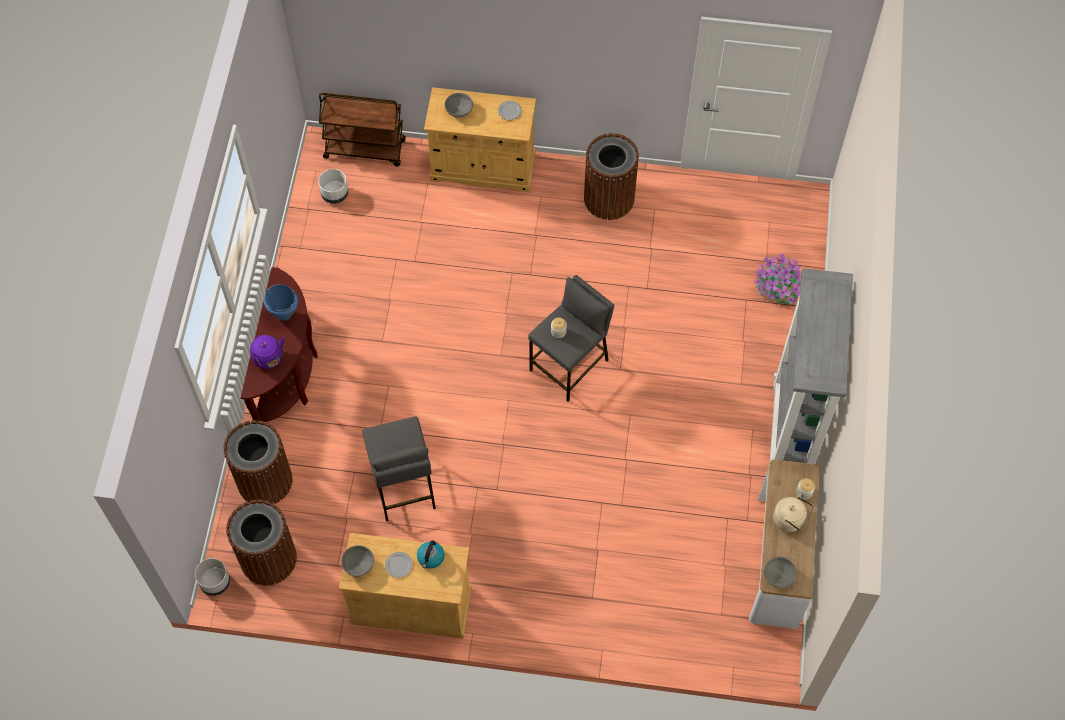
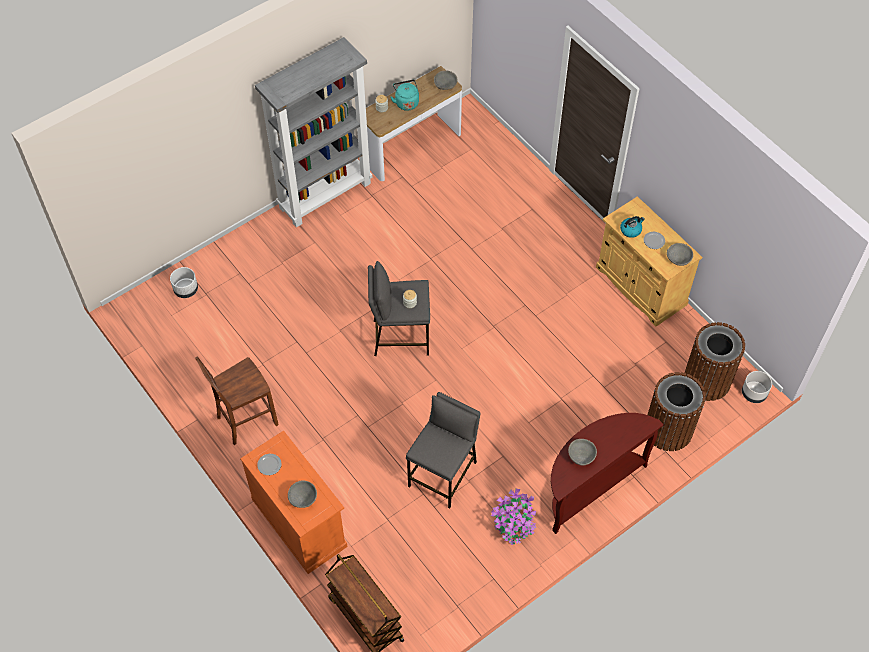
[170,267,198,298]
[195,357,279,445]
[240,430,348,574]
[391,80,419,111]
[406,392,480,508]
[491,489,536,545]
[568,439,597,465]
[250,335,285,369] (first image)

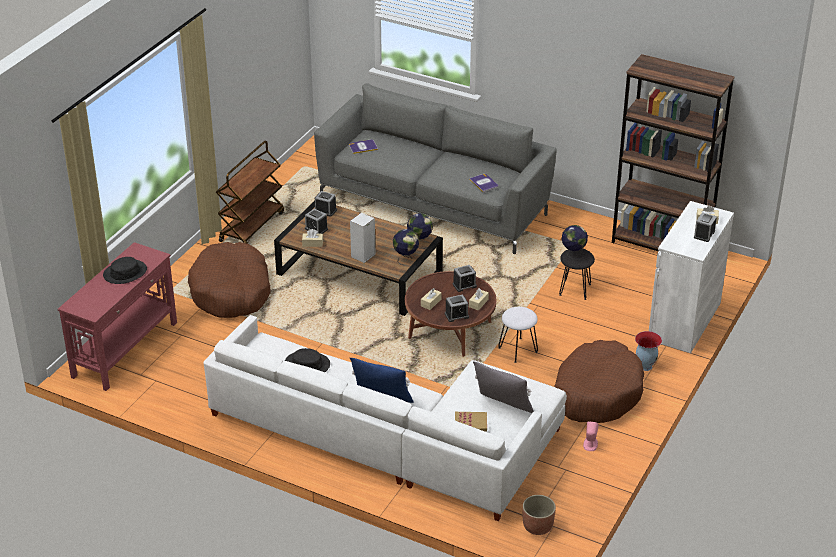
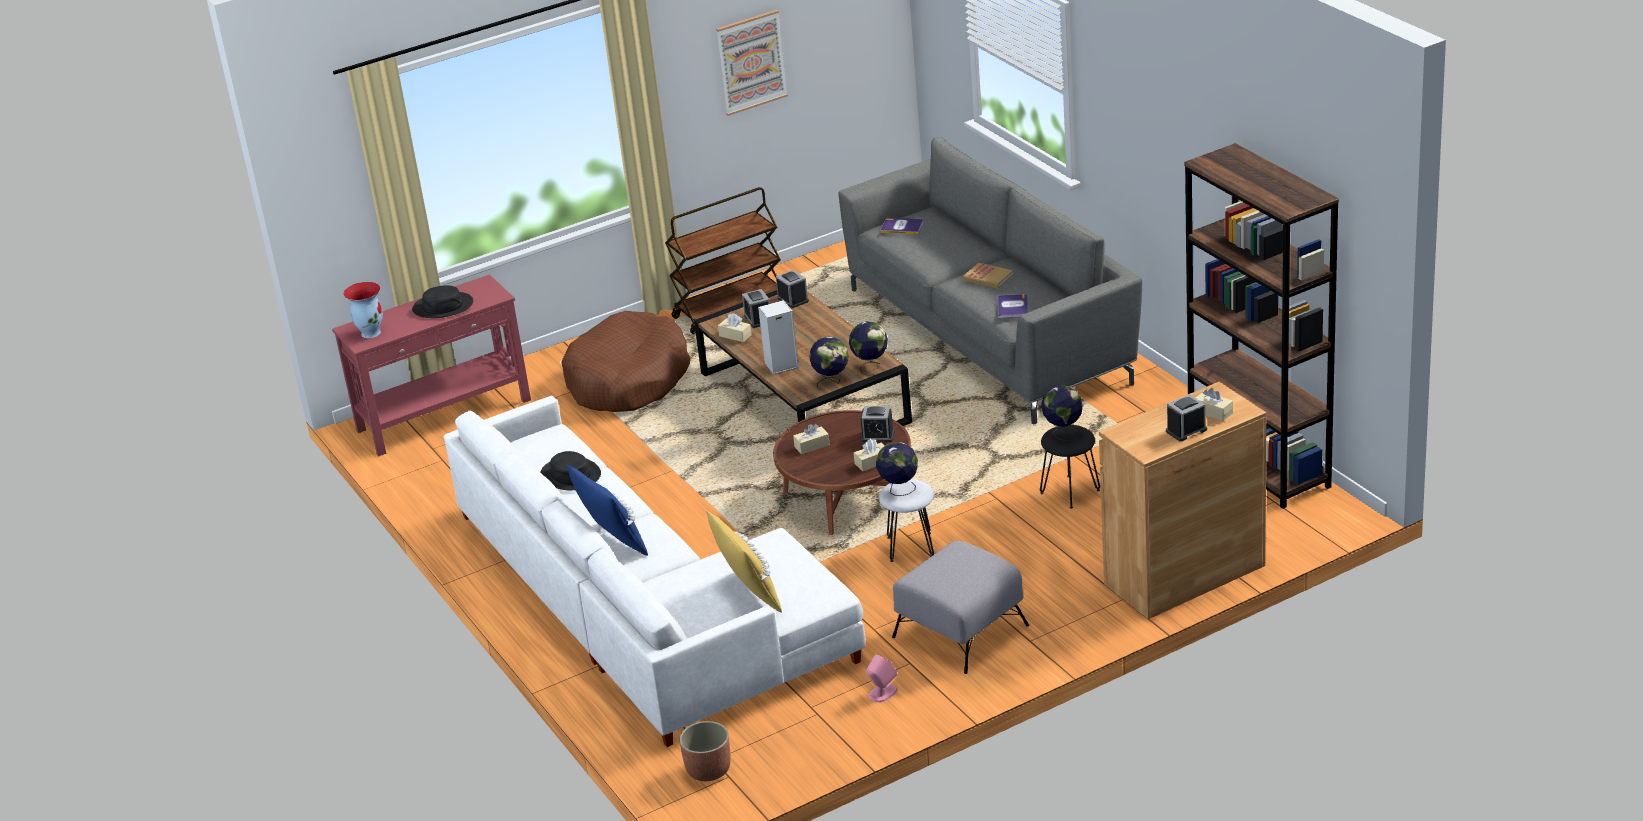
[343,282,383,338]
[705,510,782,613]
[716,10,788,116]
[876,442,918,496]
[892,541,1029,674]
[963,263,1013,289]
[1099,382,1266,619]
[445,295,469,322] (first image)

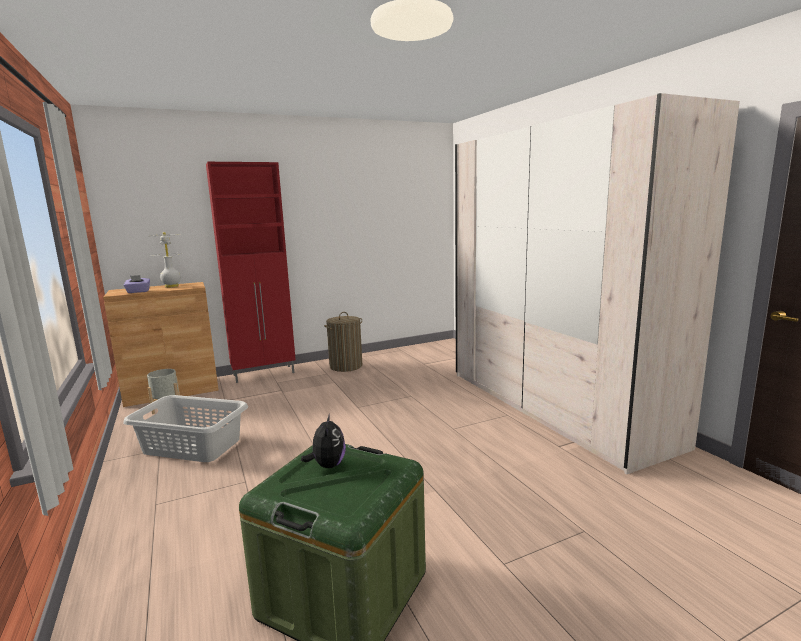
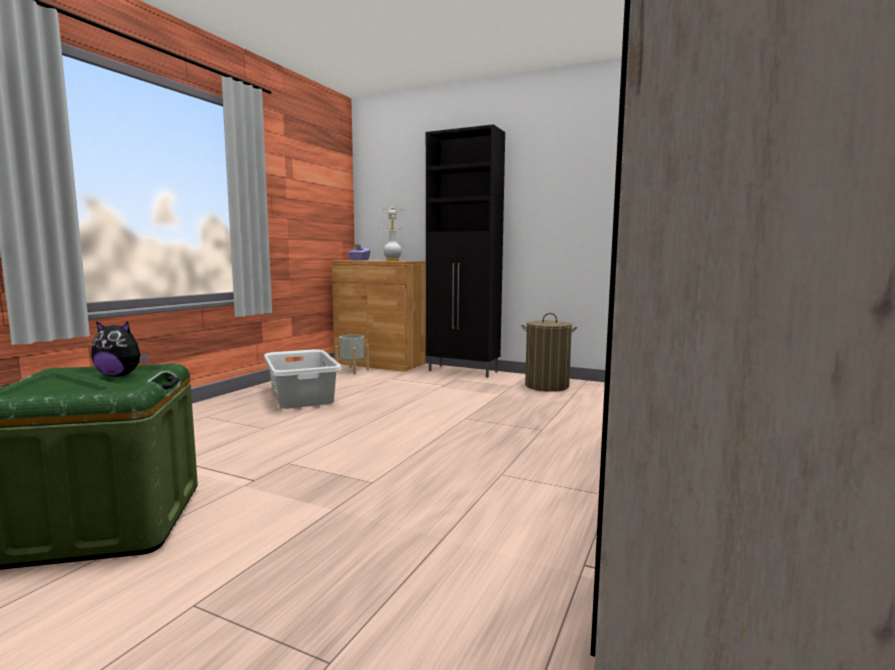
[91,321,149,376]
[426,124,505,377]

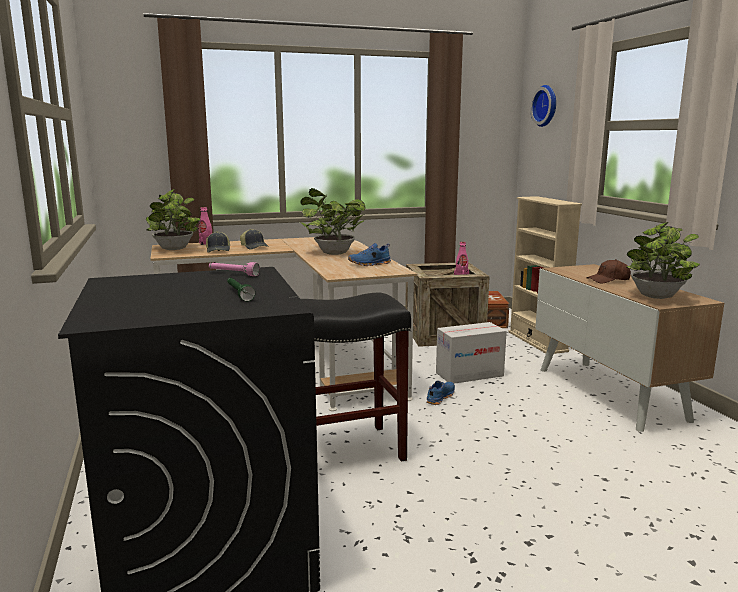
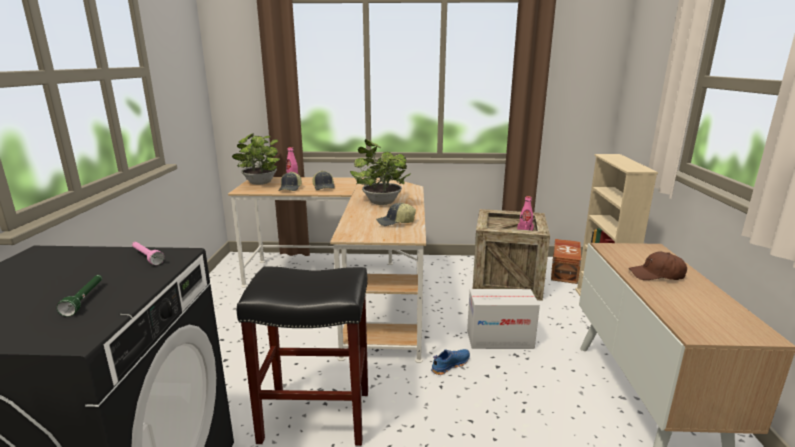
[376,202,416,226]
[530,85,556,127] (first image)
[627,222,700,299] (first image)

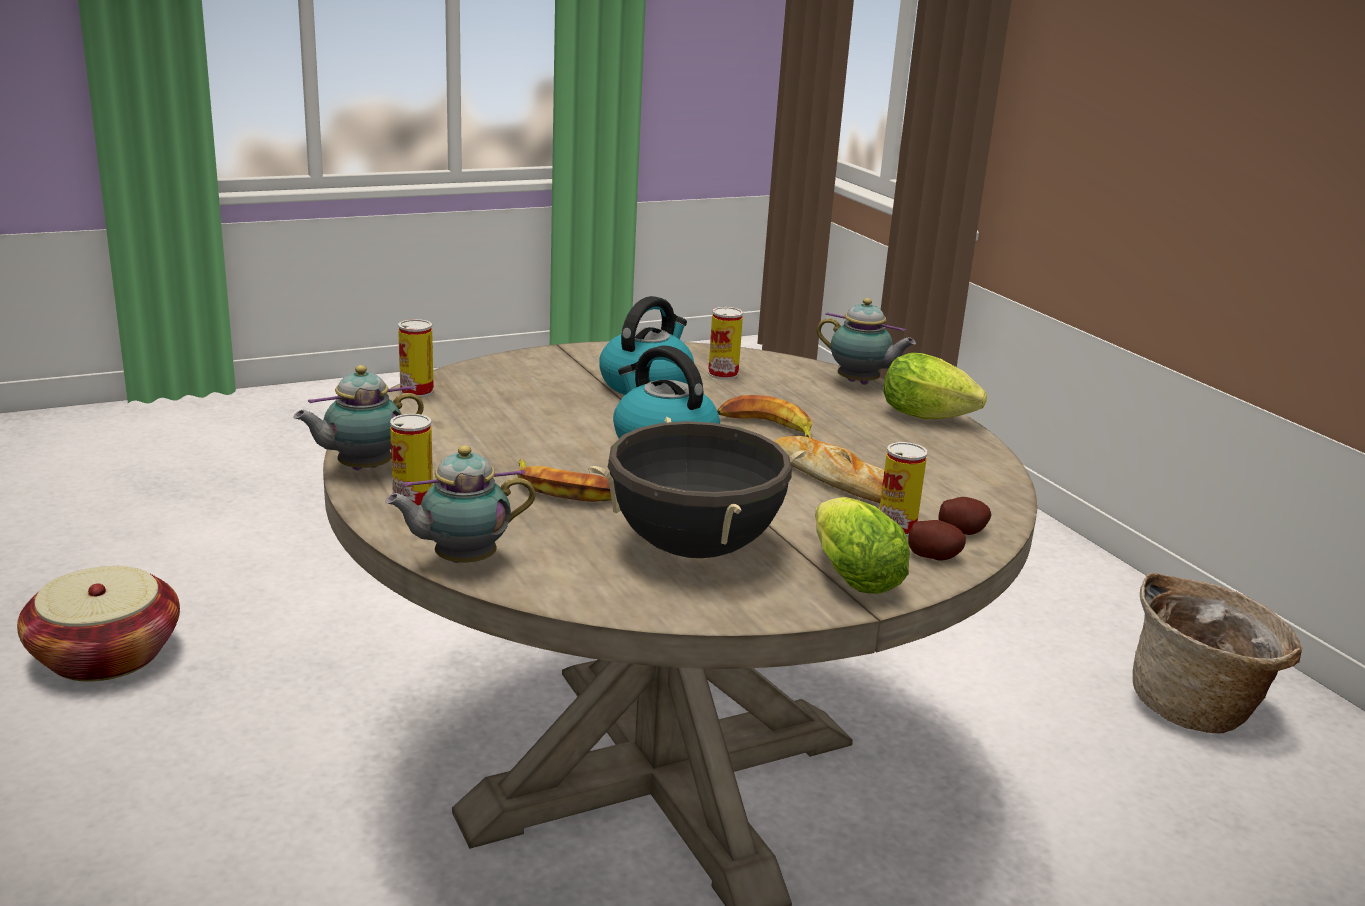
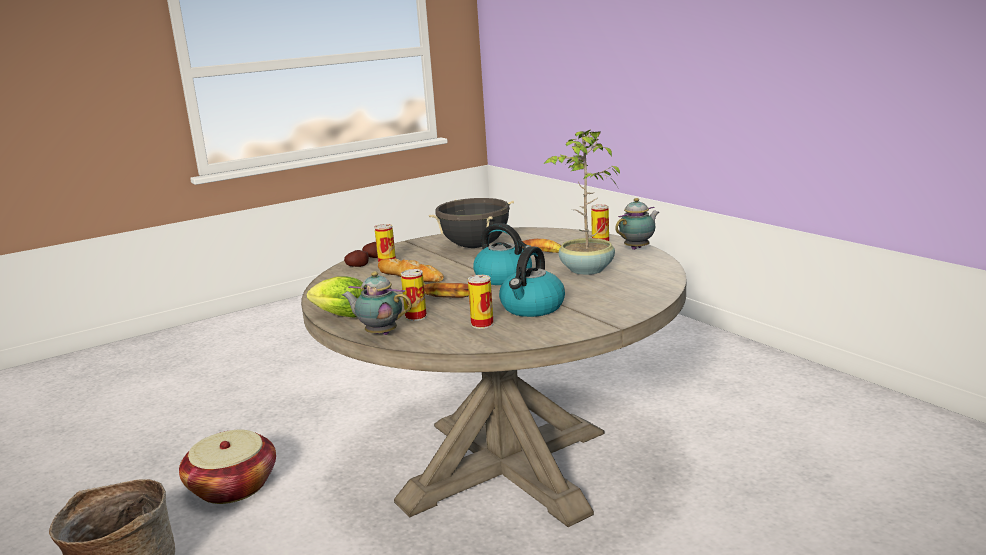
[179,430,276,504]
[401,269,427,321]
[544,129,620,275]
[385,446,536,563] (first image)
[815,497,910,594] (first image)

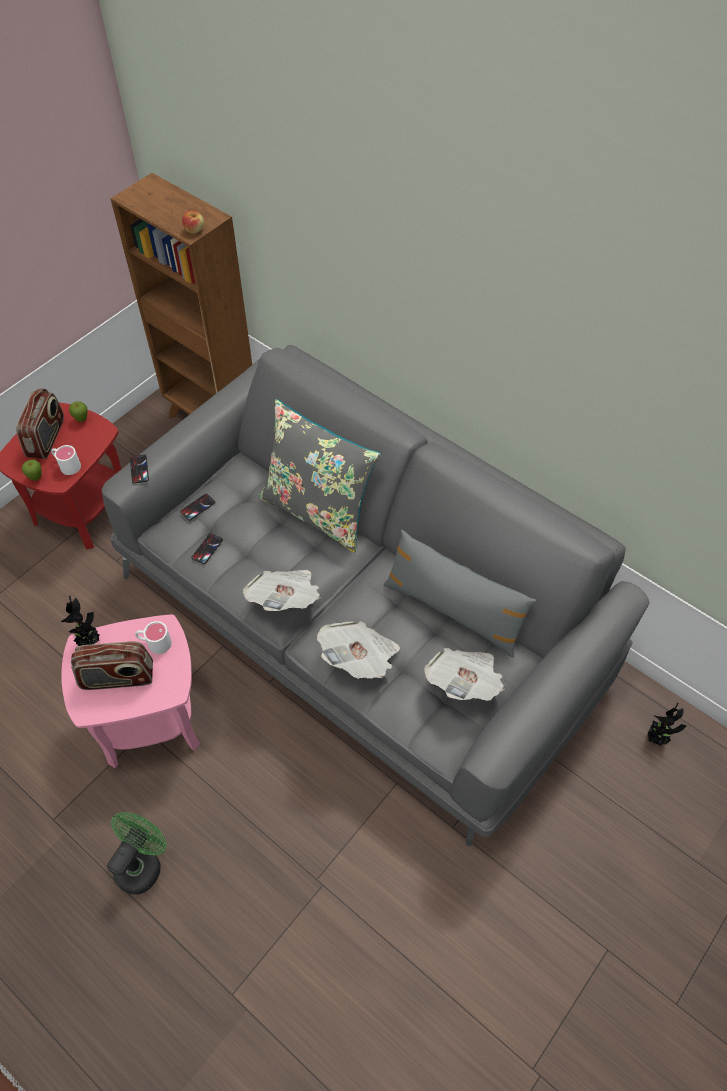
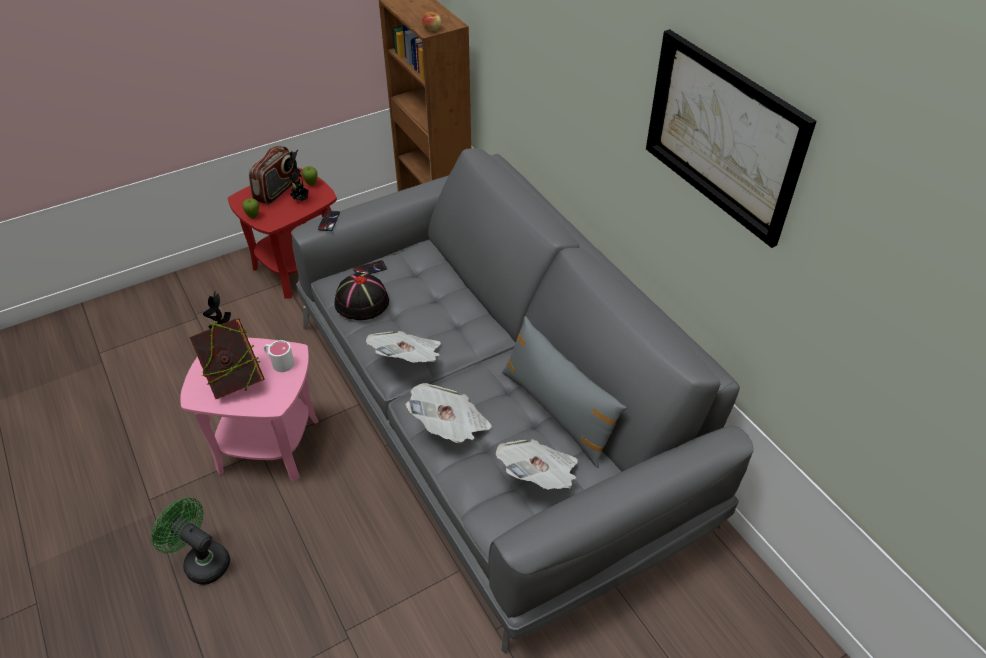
[151,498,230,585]
[189,318,265,399]
[287,149,311,201]
[335,273,389,320]
[646,29,816,248]
[51,445,81,475] (first image)
[259,399,381,553] (first image)

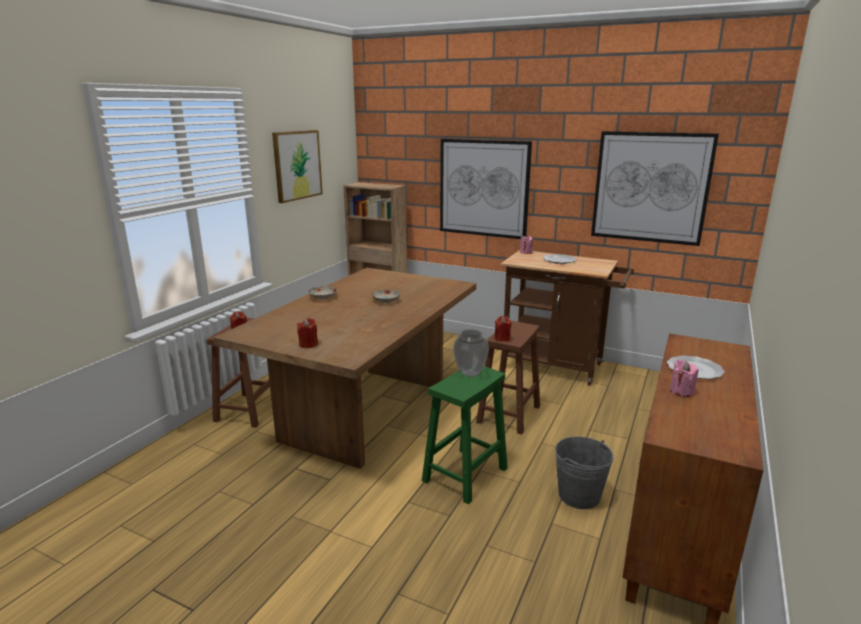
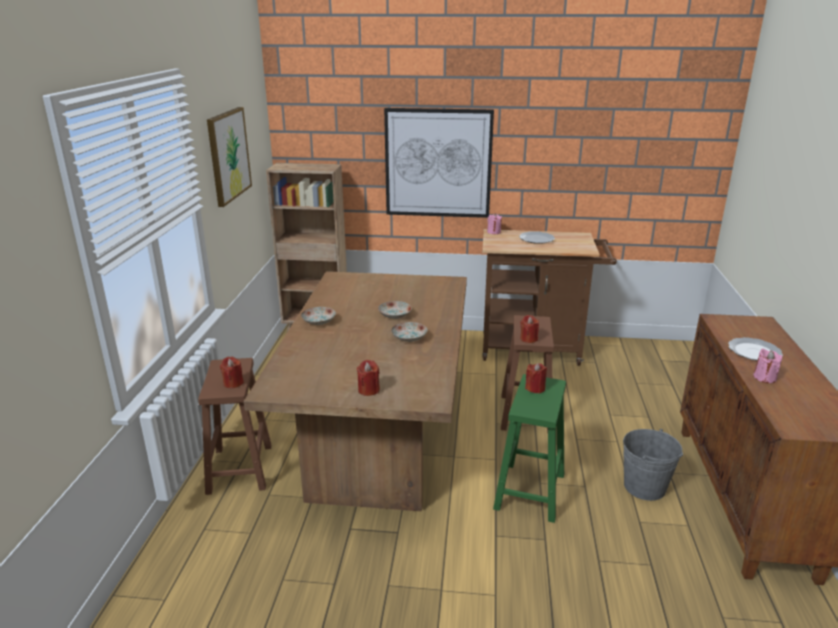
[391,322,427,342]
[525,363,547,393]
[591,131,719,246] (first image)

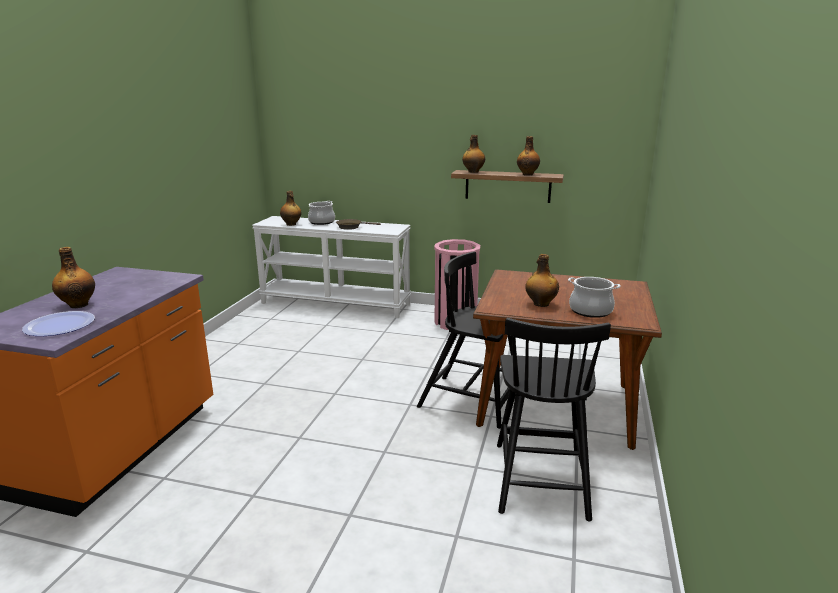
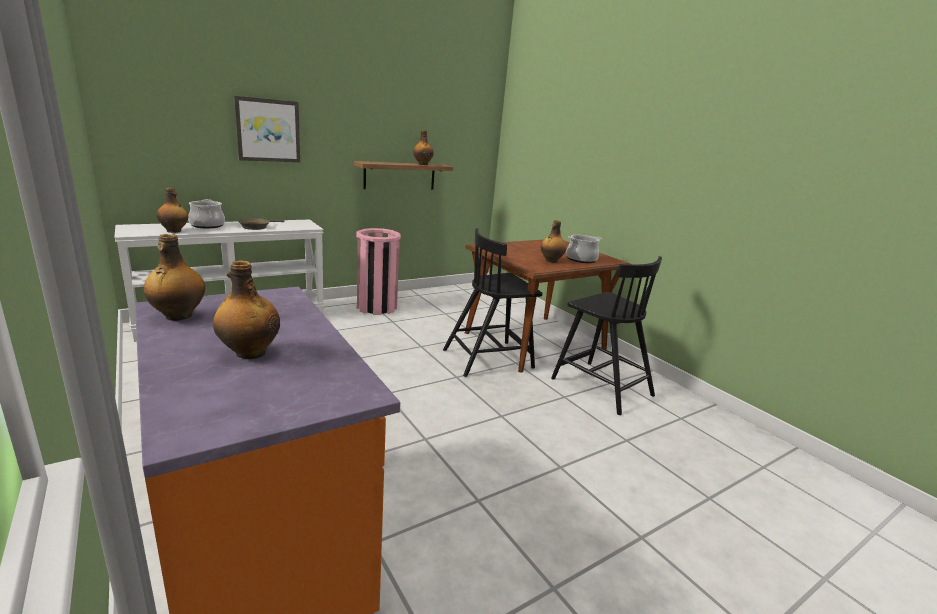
[144,234,205,321]
[234,96,300,162]
[22,311,95,336] (first image)

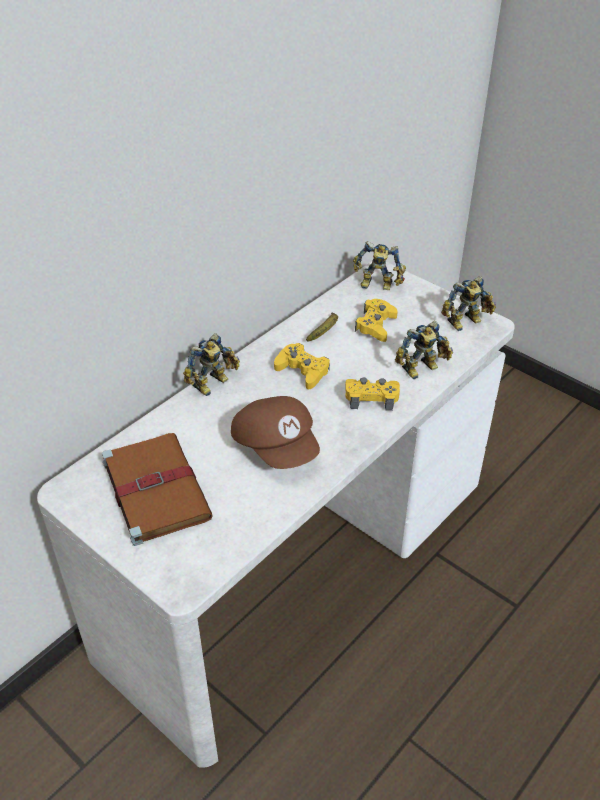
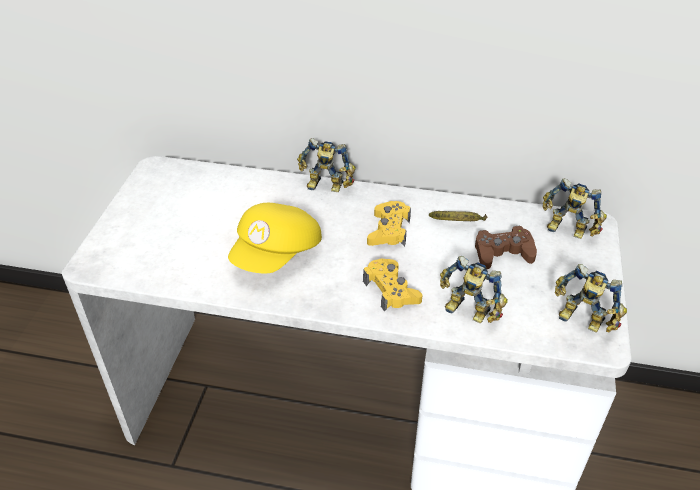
[228,203,322,273]
[475,226,537,269]
[543,178,607,239]
[102,433,213,546] (first image)

